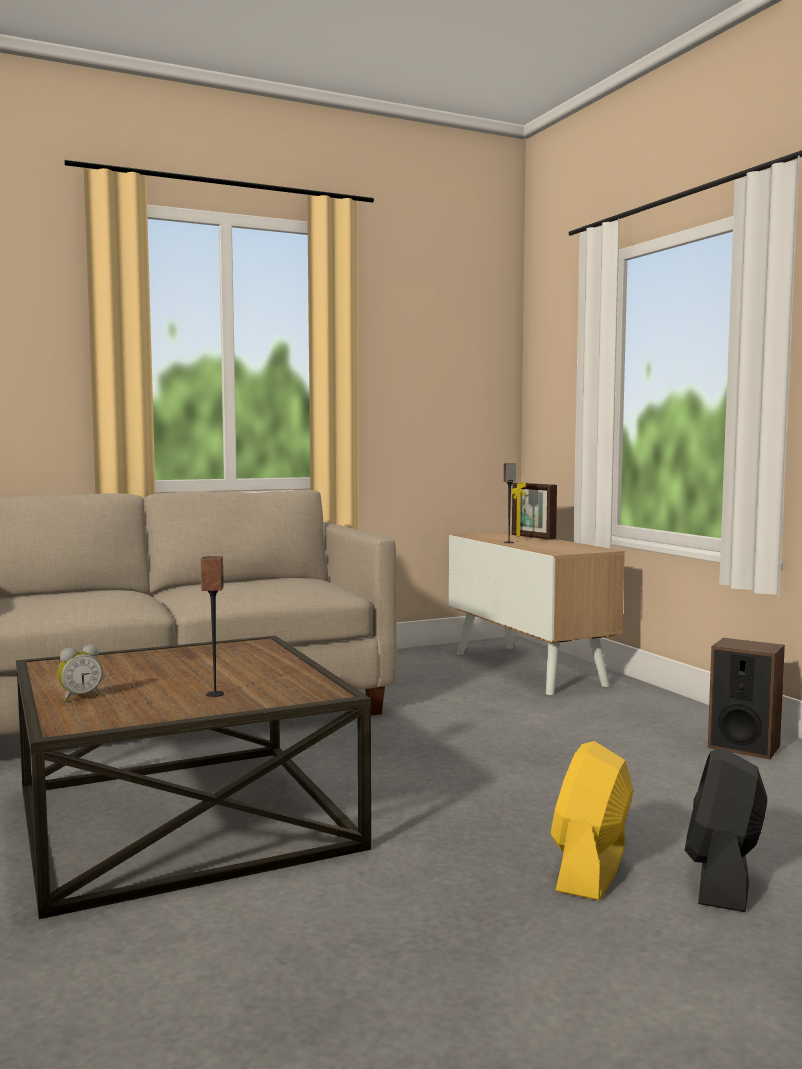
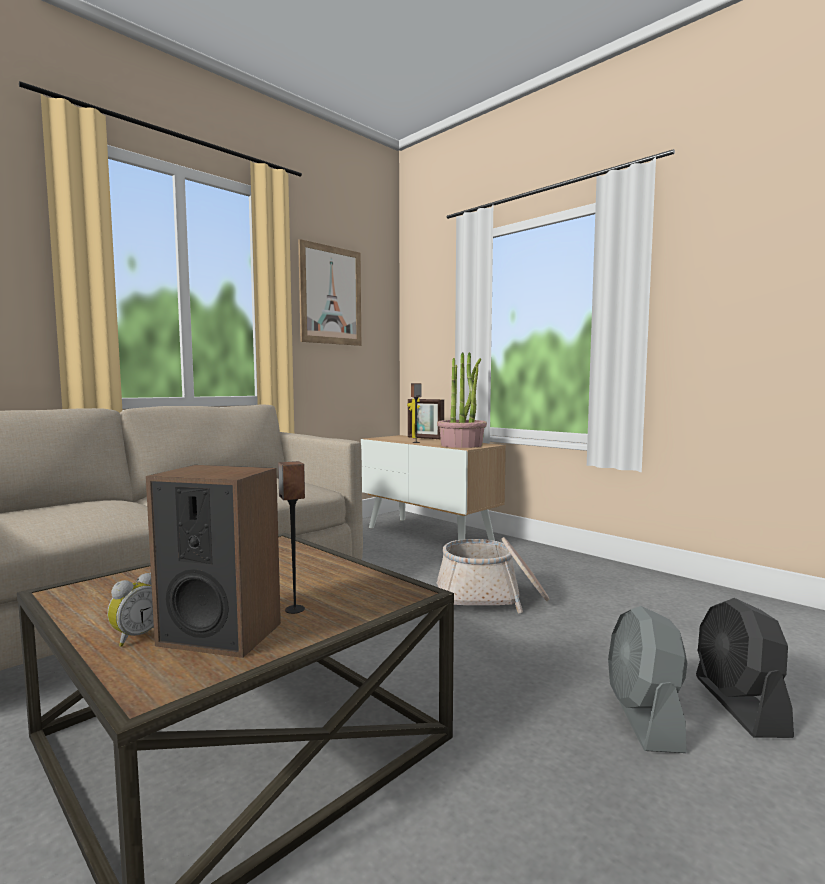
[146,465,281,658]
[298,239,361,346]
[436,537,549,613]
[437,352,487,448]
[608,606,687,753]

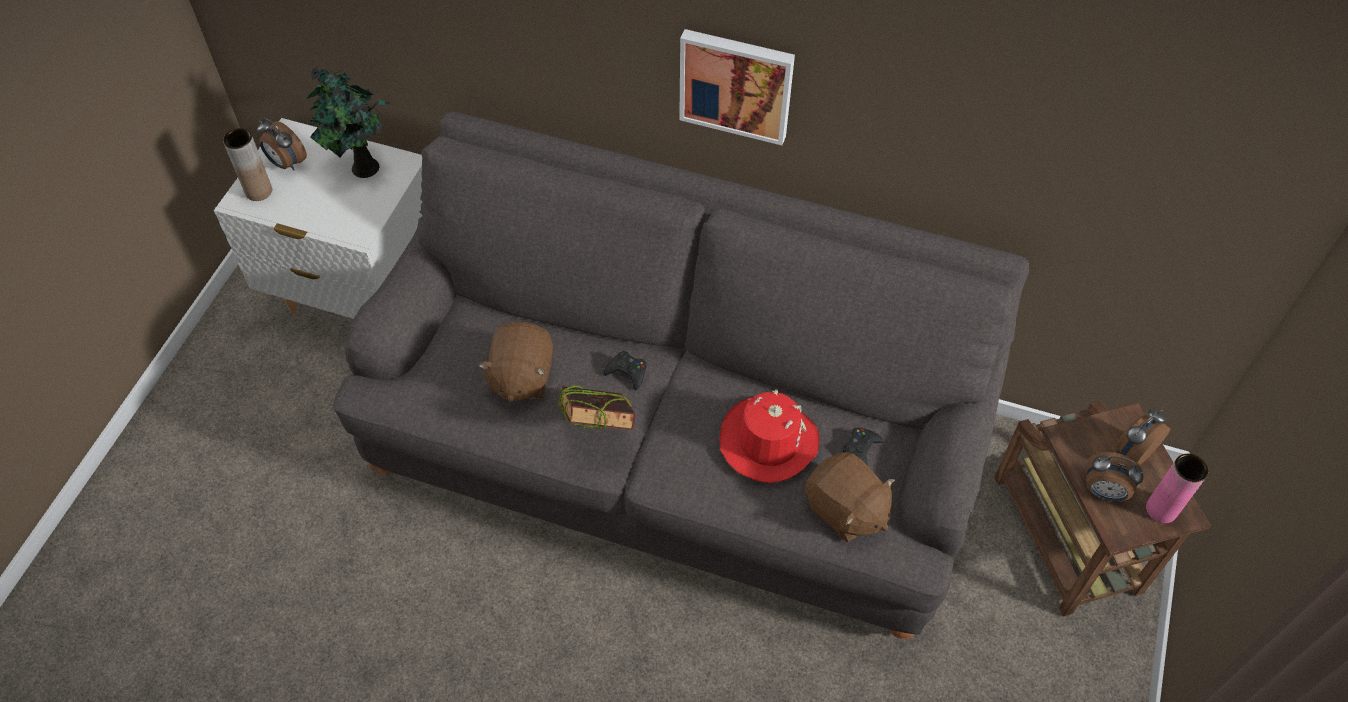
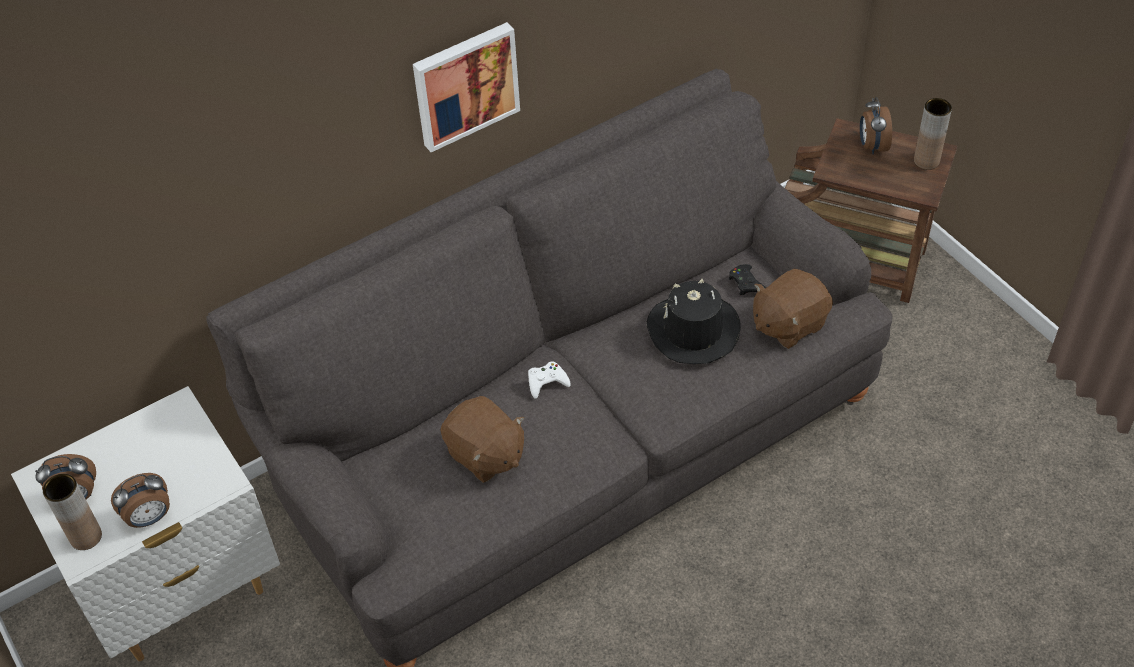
[111,473,170,528]
[528,362,571,399]
[647,279,741,364]
[753,269,833,349]
[914,98,952,170]
[306,67,390,178] (first image)
[558,385,635,430] (first image)

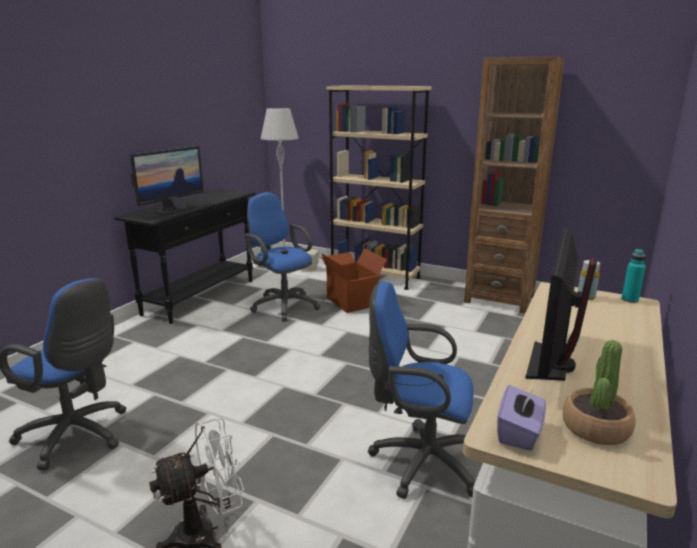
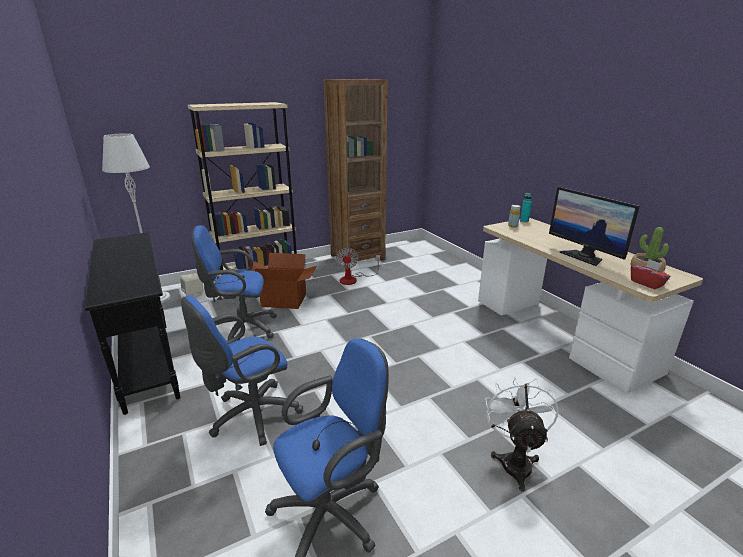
[181,295,303,446]
[336,248,380,285]
[631,259,670,289]
[130,146,204,216] (first image)

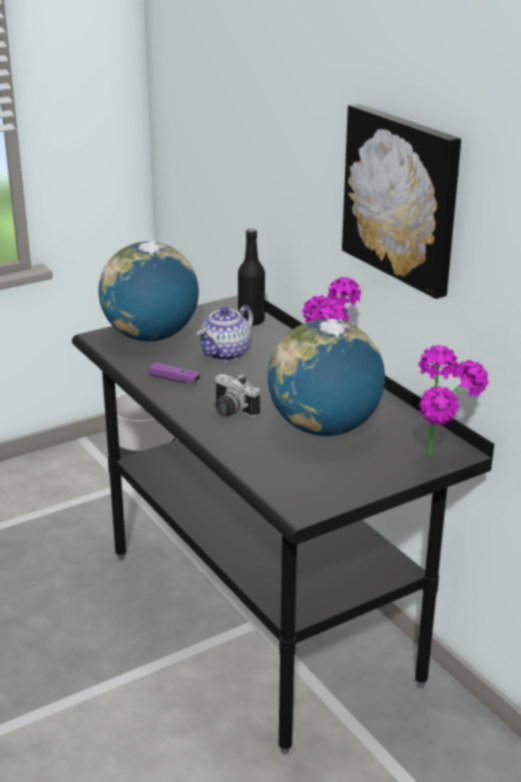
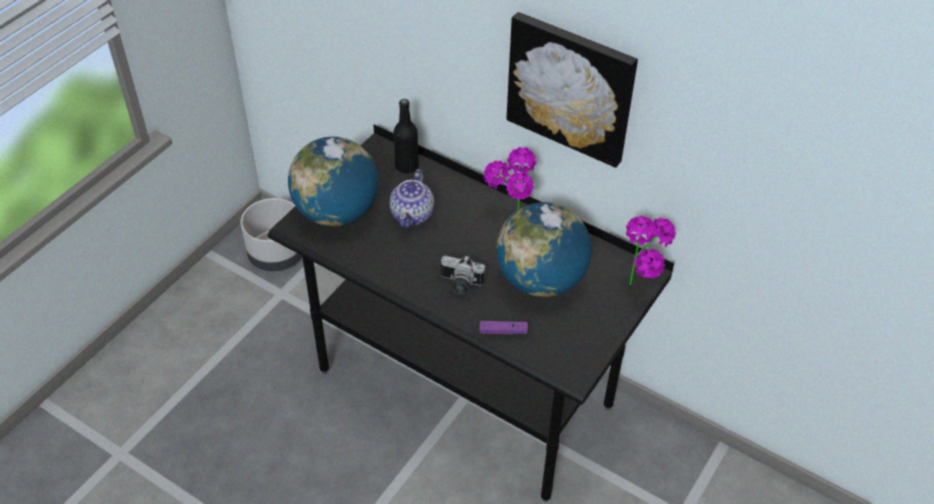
[480,321,528,334]

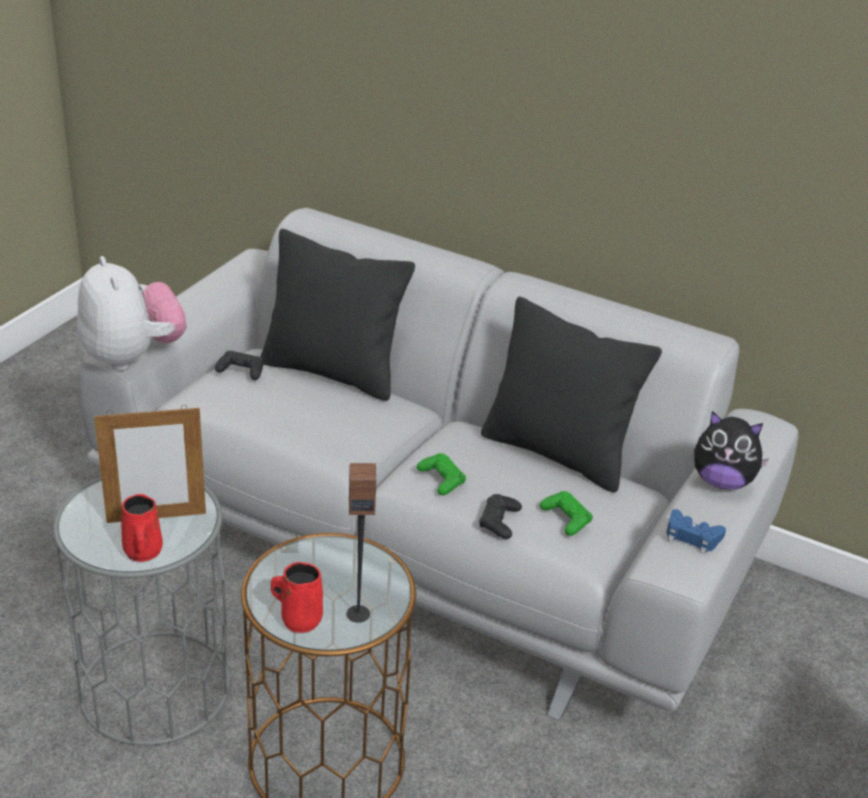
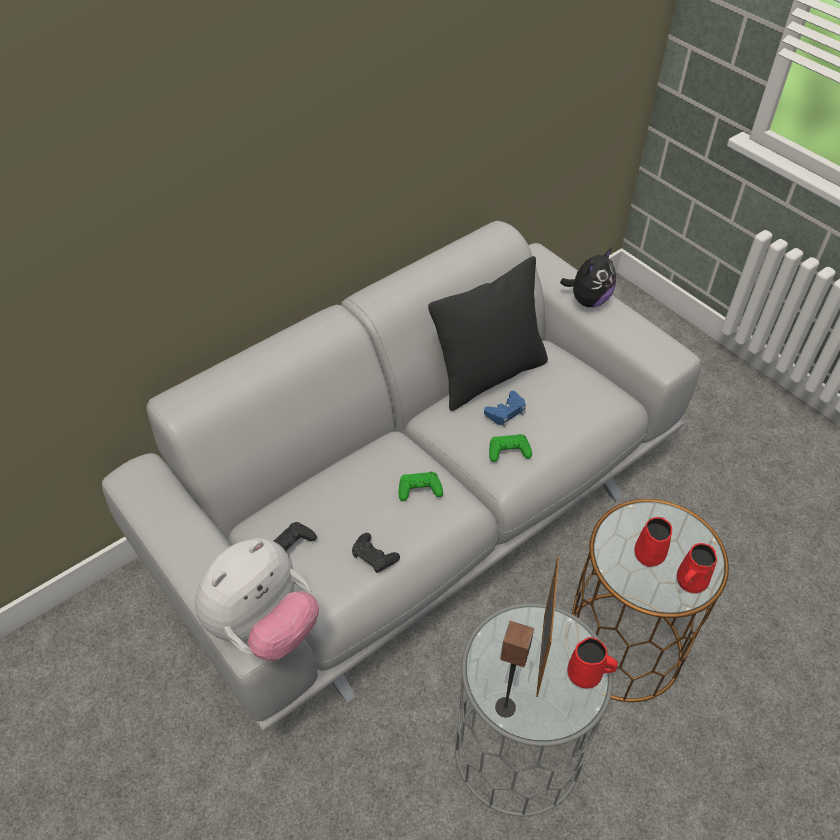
[195,538,319,661]
[352,533,400,573]
[399,472,443,501]
[484,391,526,427]
[495,621,534,717]
[634,517,672,567]
[260,229,415,401] (first image)

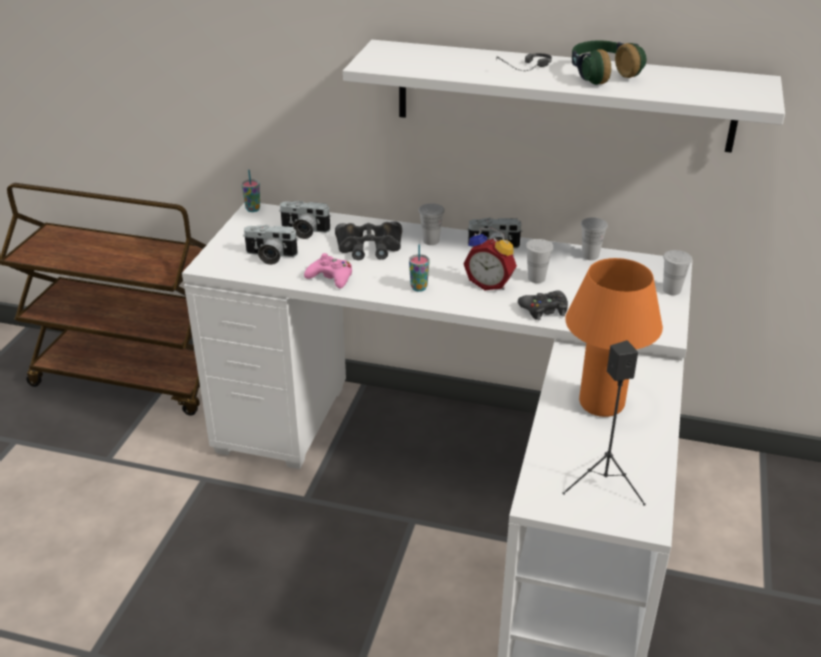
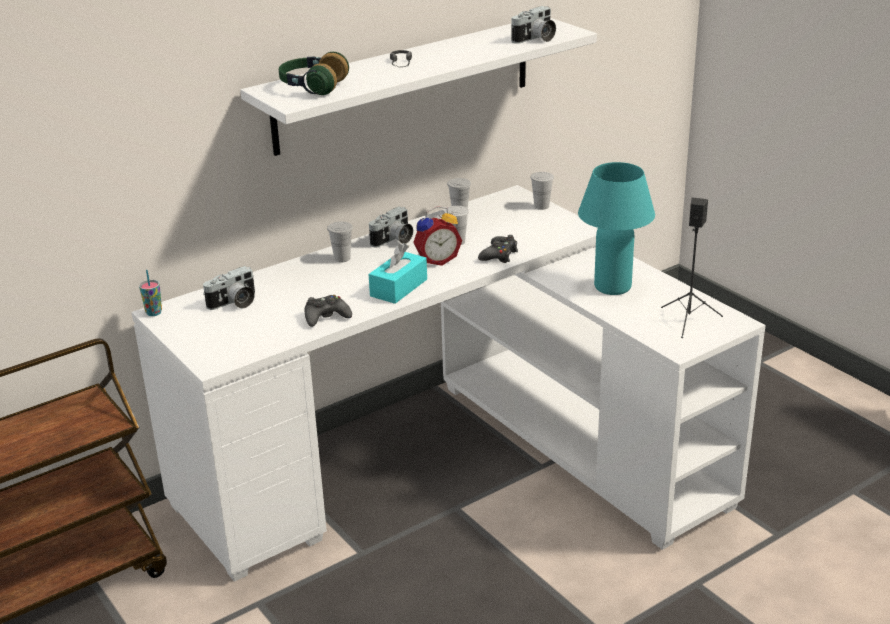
[279,52,349,95]
[304,295,352,327]
[369,243,427,304]
[512,6,556,44]
[578,162,655,295]
[335,221,402,260] (first image)

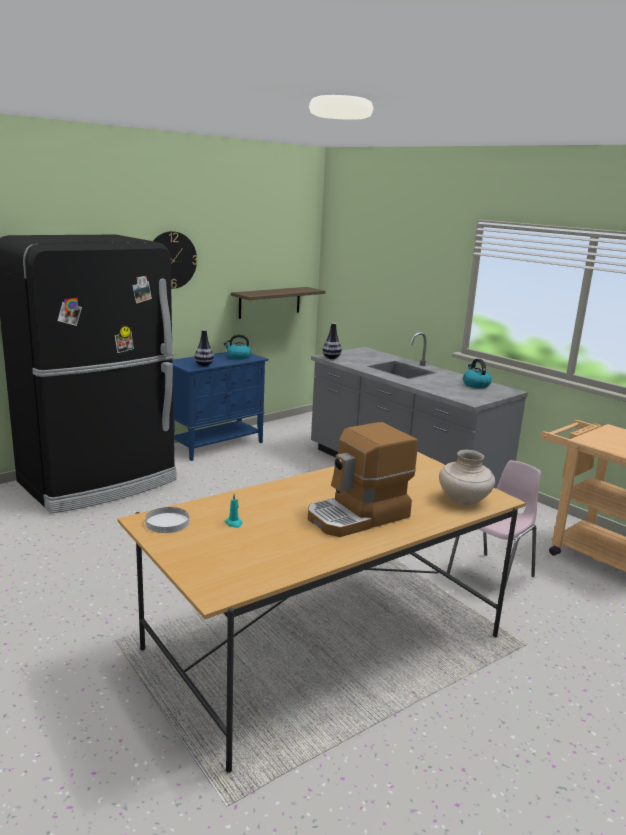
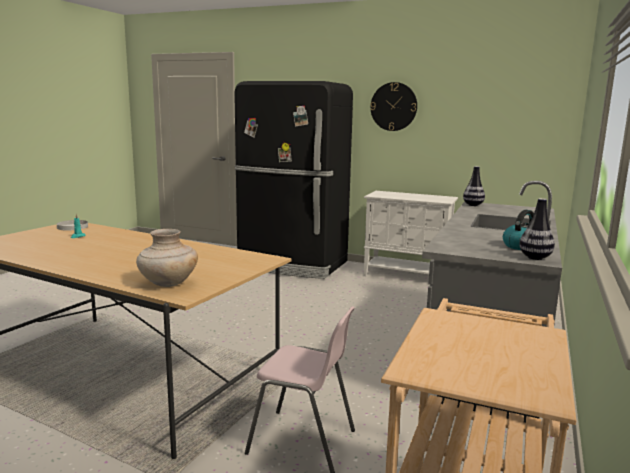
[364,191,458,276]
[519,198,555,260]
[223,334,251,359] (first image)
[231,287,325,319] (first image)
[308,422,418,537] (first image)

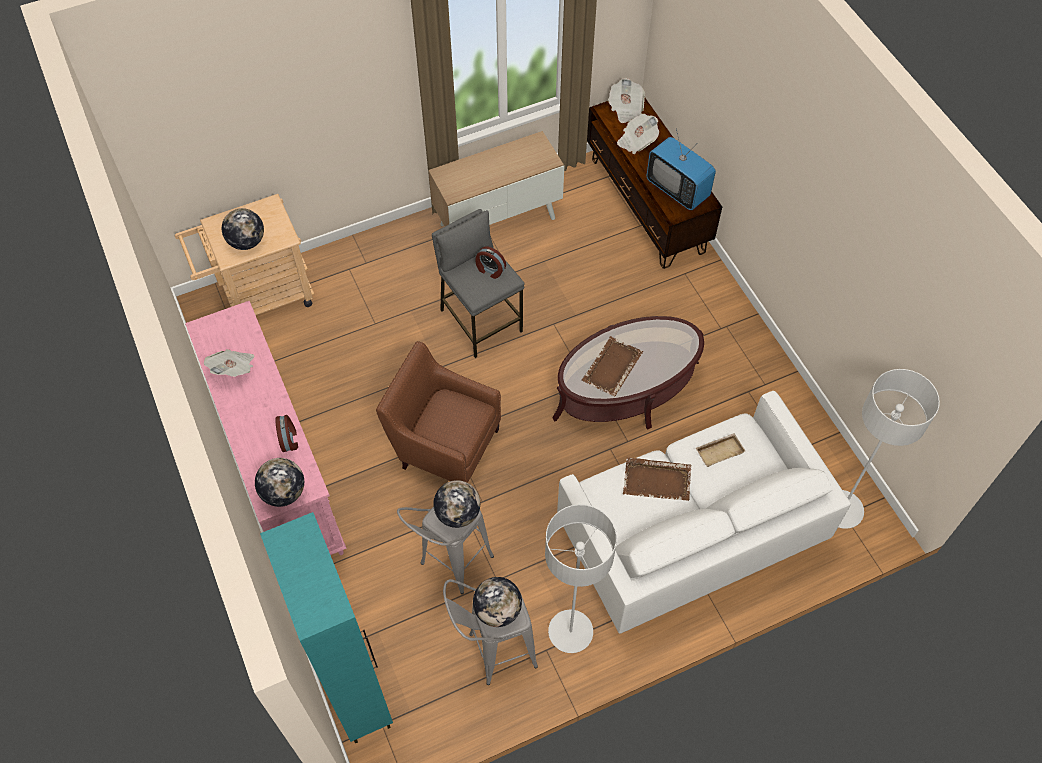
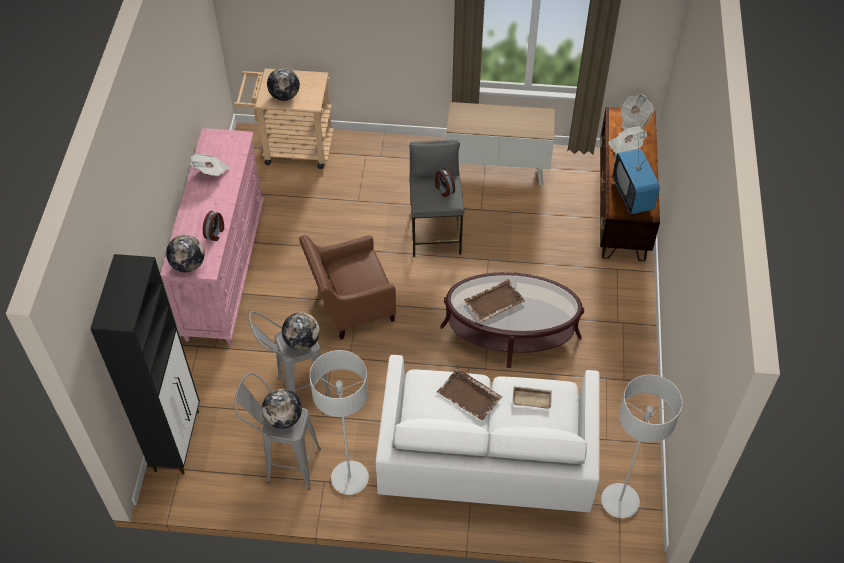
[90,254,200,474]
[299,235,396,340]

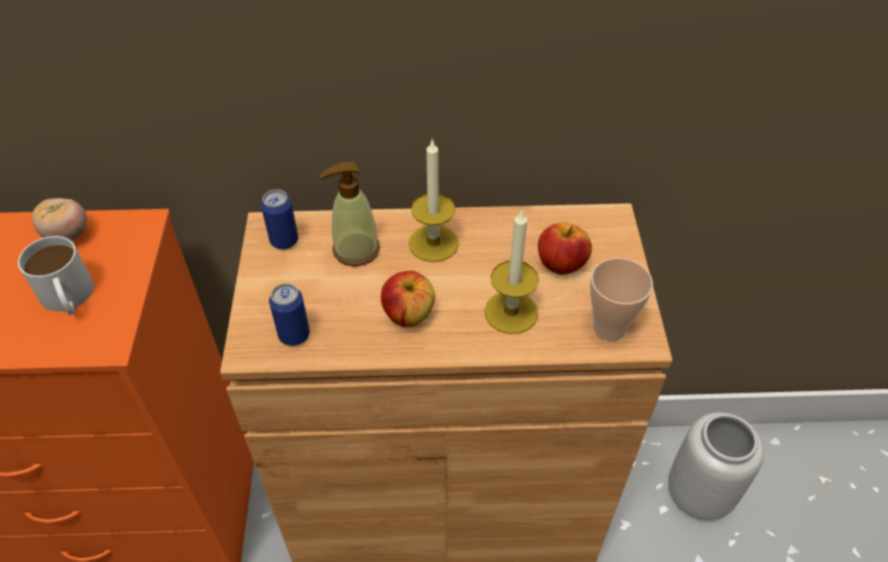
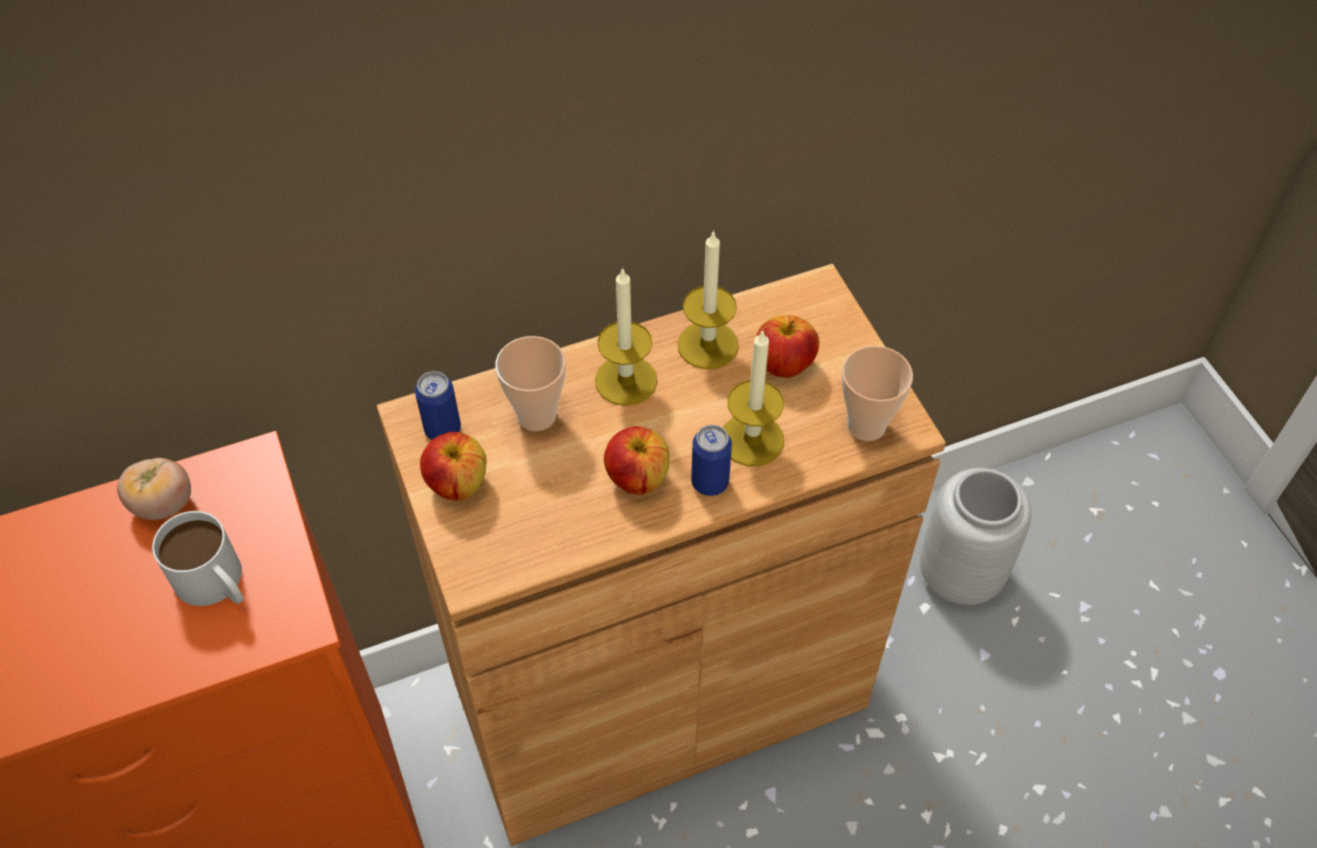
[420,432,486,501]
[495,336,566,431]
[677,230,739,369]
[691,425,732,496]

